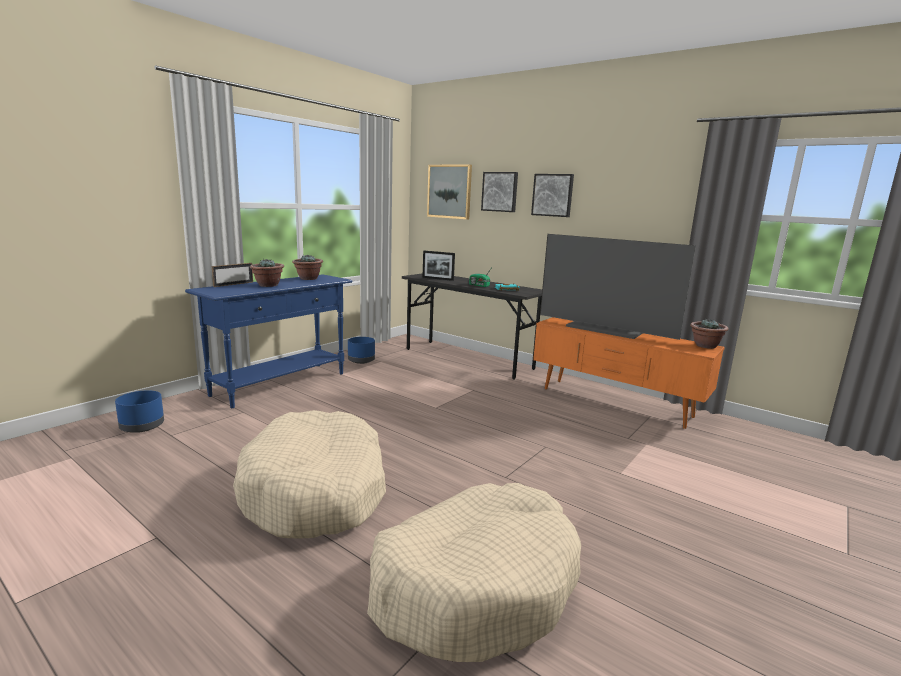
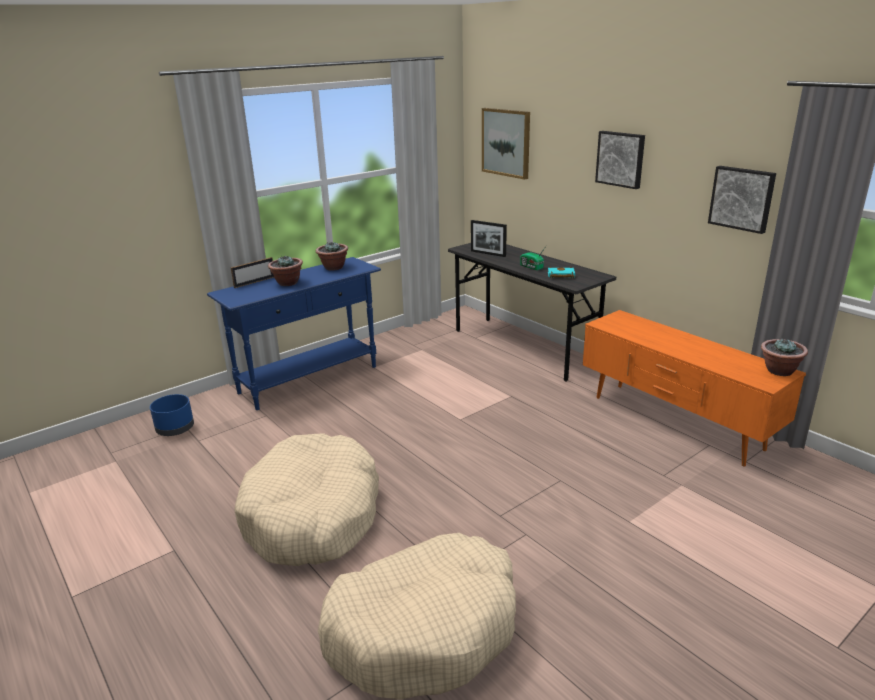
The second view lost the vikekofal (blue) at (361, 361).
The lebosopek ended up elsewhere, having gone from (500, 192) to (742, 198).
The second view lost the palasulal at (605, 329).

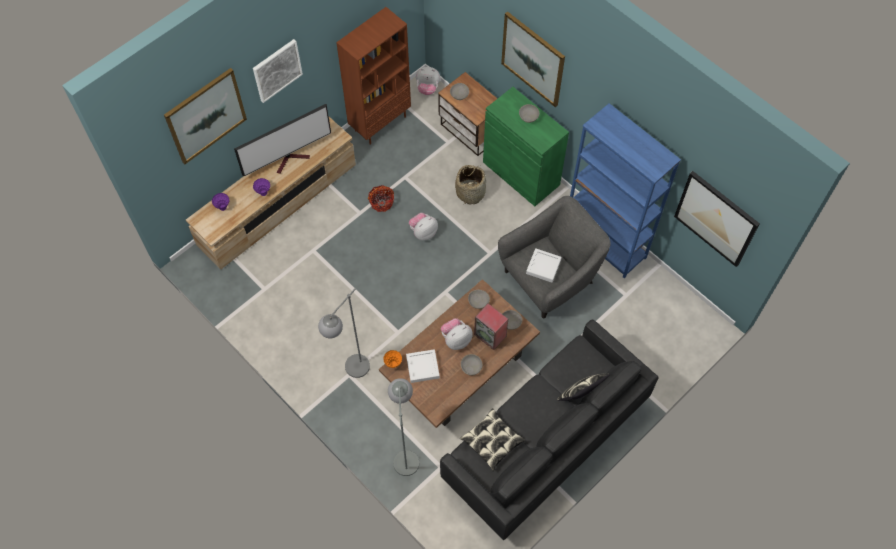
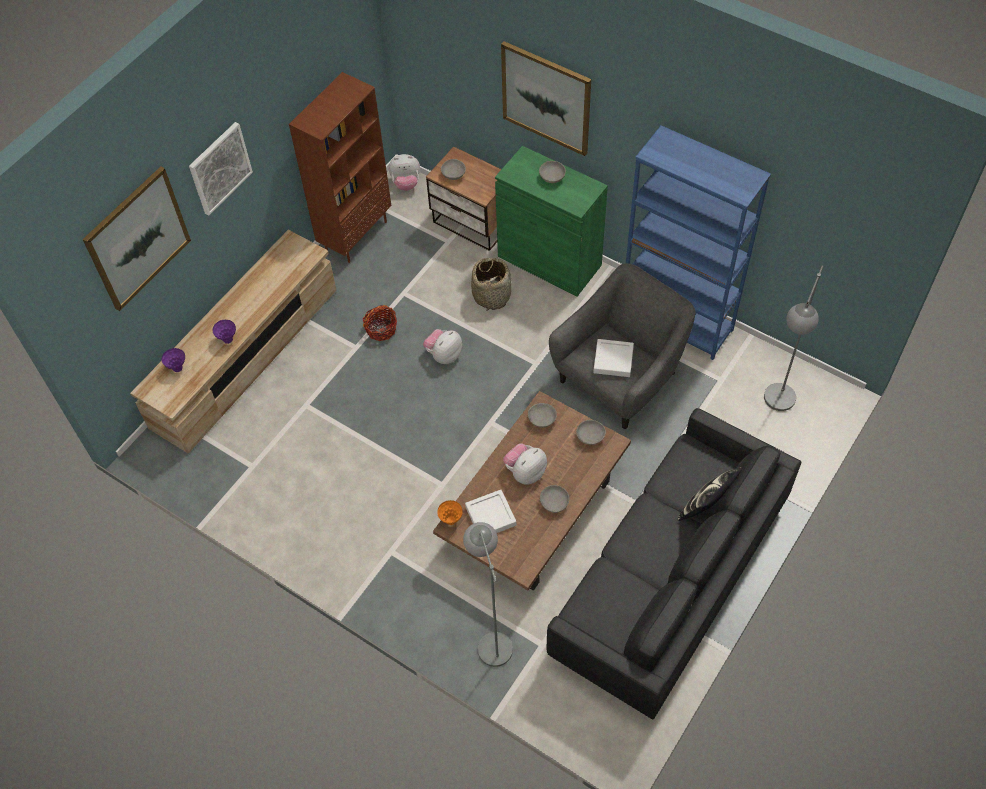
The second view lost the palasulal at (291, 159).
The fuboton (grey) ended up elsewhere, having gone from (351, 373) to (776, 406).
The second view lost the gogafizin at (492, 441).
The second view lost the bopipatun at (490, 335).
The second view lost the lebosopek at (716, 218).

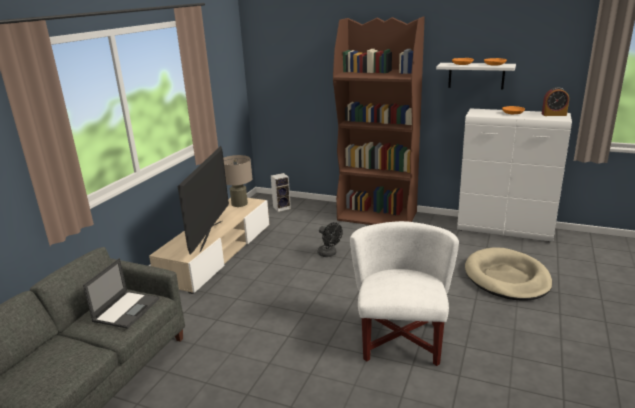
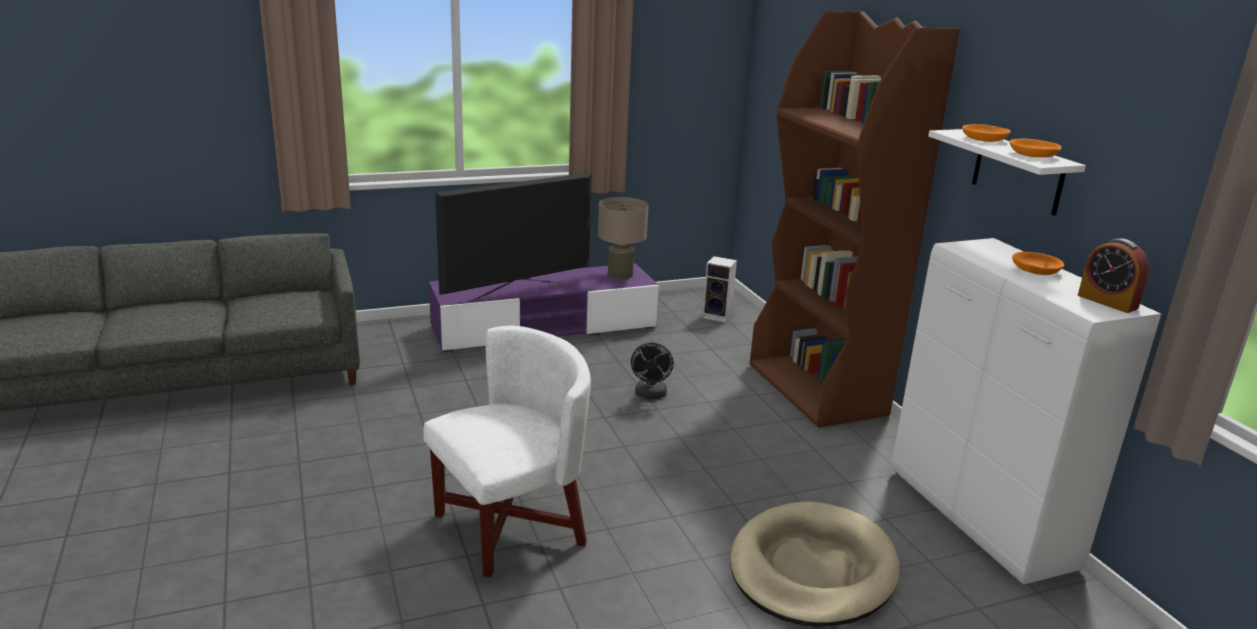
The second view lost the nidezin at (127, 309).
What was the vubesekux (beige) at (218, 253) turned into the vubesekux (purple) at (544, 327).

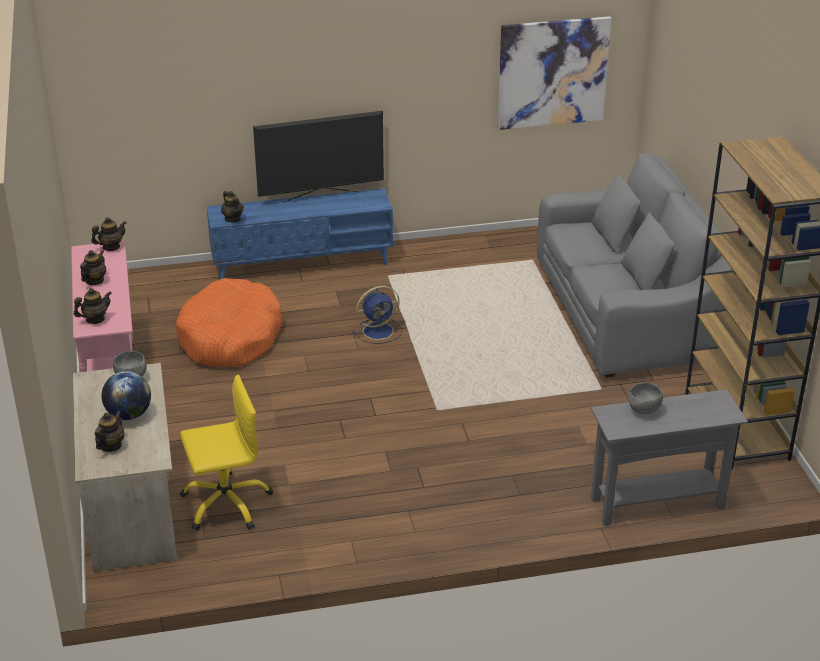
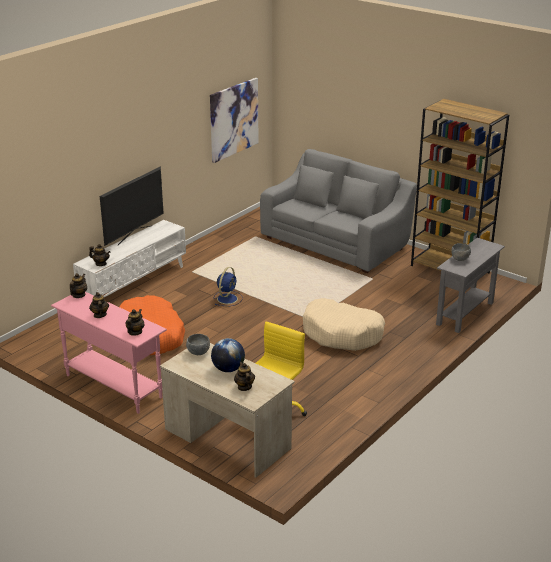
What was the vubesekux (blue) at (302, 263) turned into the vubesekux (white) at (134, 284).
The second view gained the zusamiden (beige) at (342, 334).

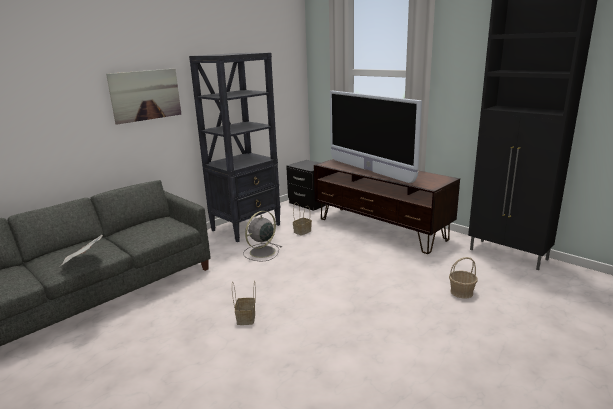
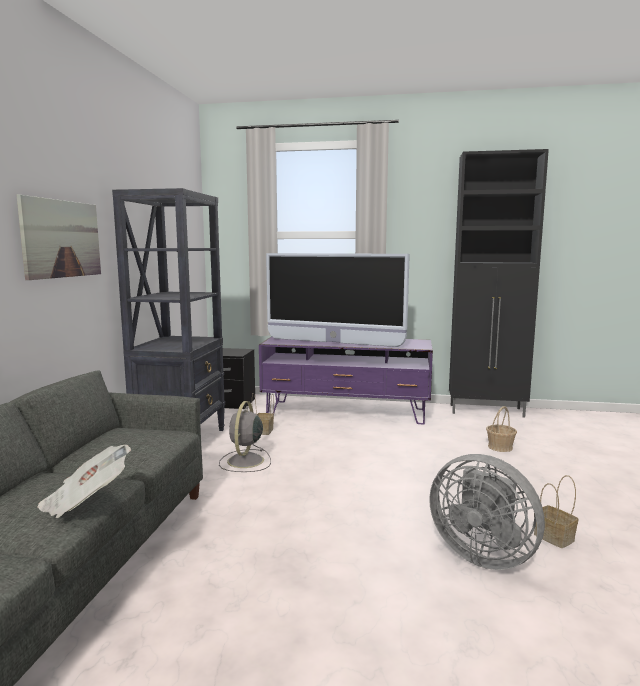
The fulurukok ended up elsewhere, having gone from (246, 319) to (555, 538).
What was the vubesekux (brown) at (380, 229) turned into the vubesekux (purple) at (346, 412).
The second view gained the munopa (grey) at (482, 554).

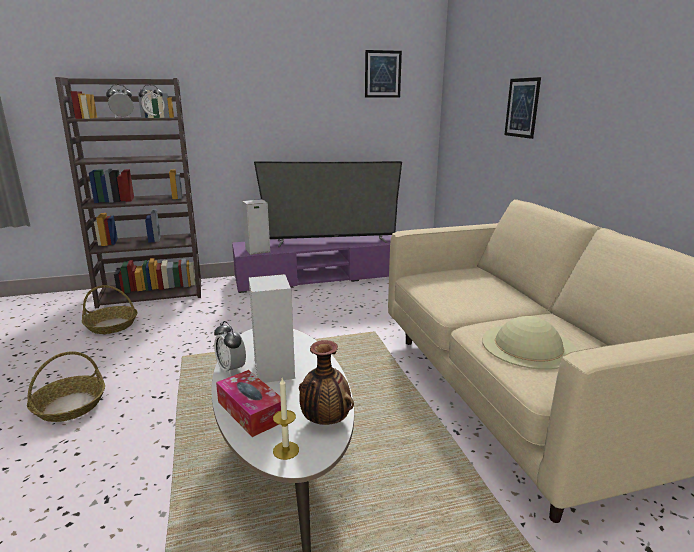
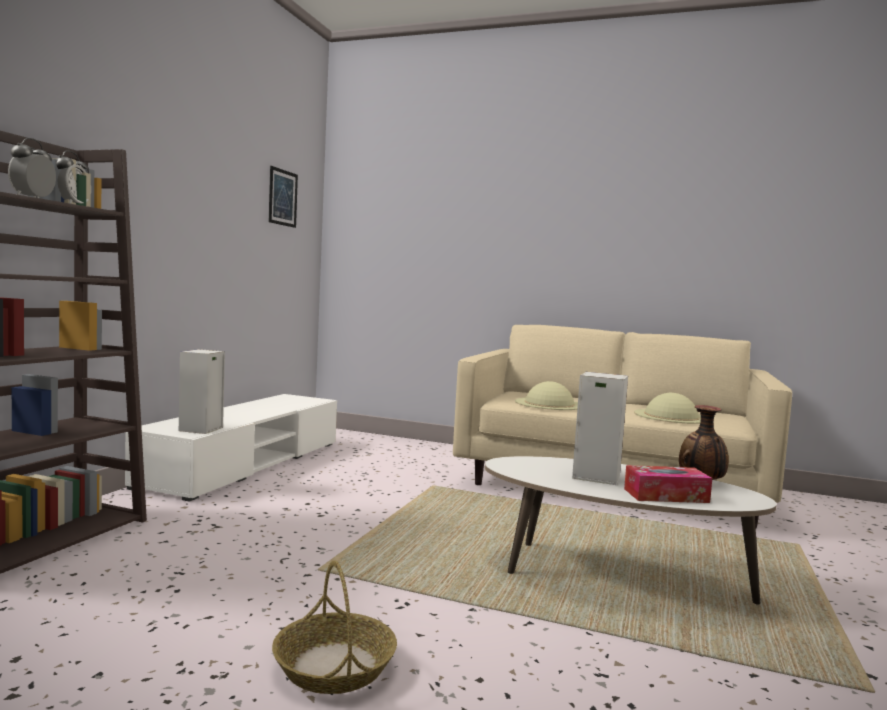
The second view lost the fulurukok at (112, 325).
The second view lost the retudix at (231, 369).
What was the vubesekux (purple) at (318, 277) turned into the vubesekux (white) at (246, 463).
The second view lost the palasulal at (331, 241).
The second view lost the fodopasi at (286, 450).
The second view lost the lebosopek at (522, 108).
The second view gained the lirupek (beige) at (549, 403).

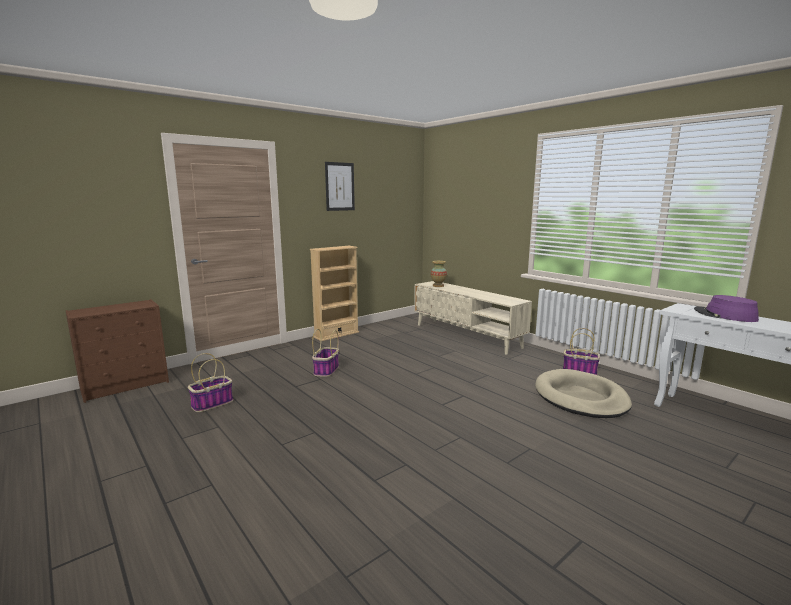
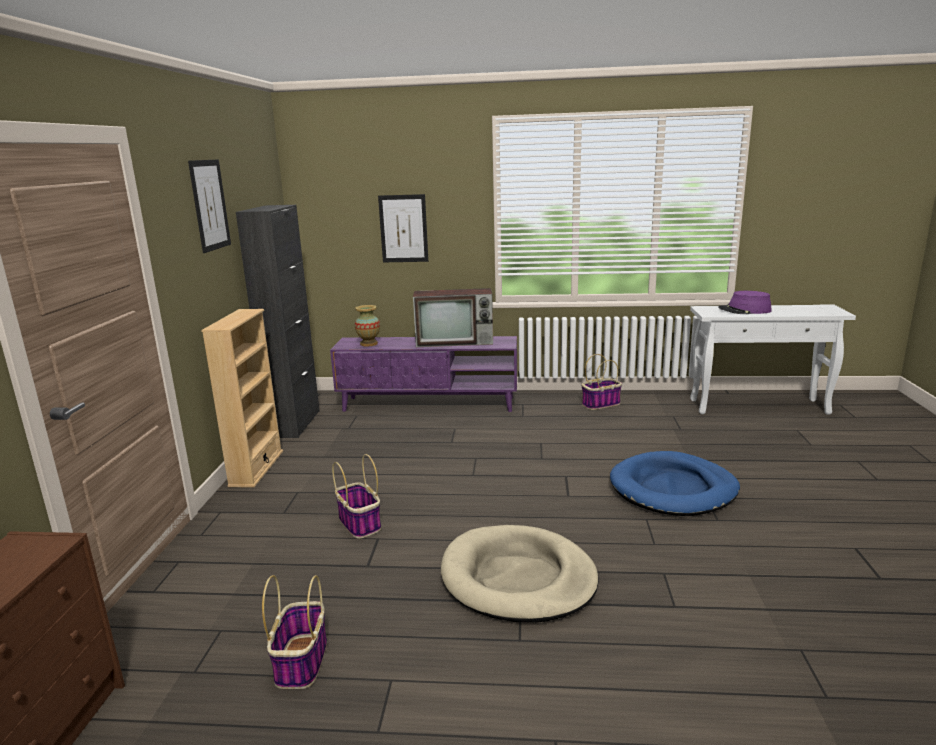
What was the vubesekux (beige) at (467, 335) turned into the vubesekux (purple) at (429, 404).
The zusamiden (beige) ended up elsewhere, having gone from (580, 397) to (518, 578).
The second view gained the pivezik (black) at (294, 424).
The second view gained the lebosopek at (403, 228).
The second view gained the palasulal at (456, 341).
The second view gained the zusamiden (blue) at (673, 489).

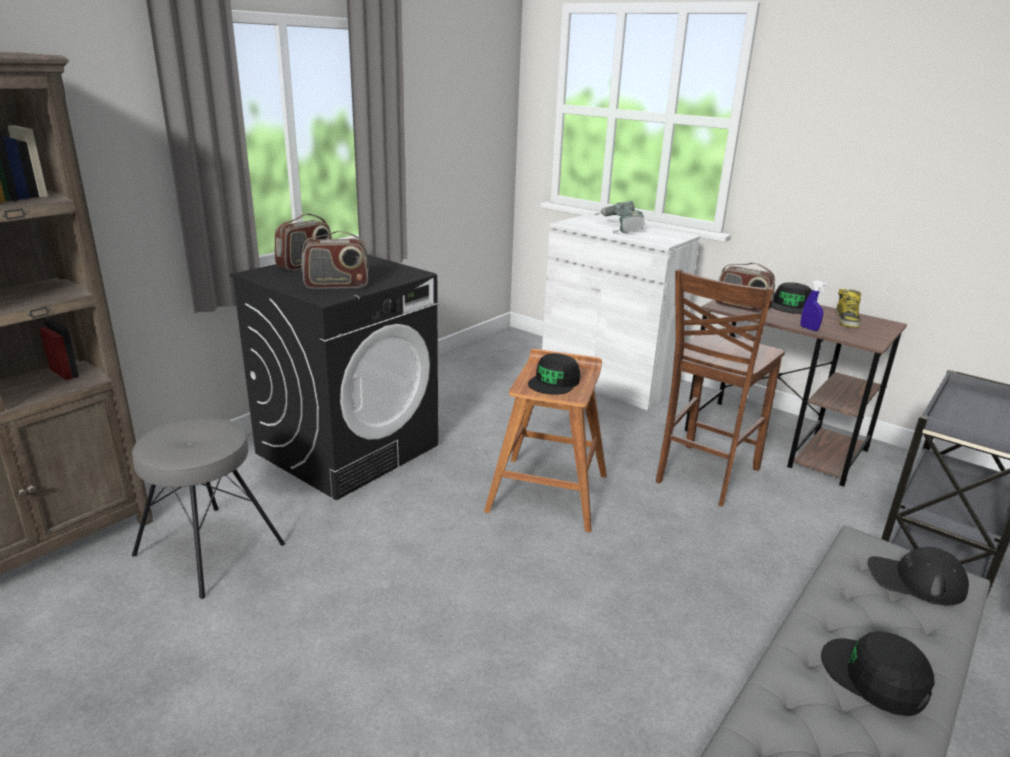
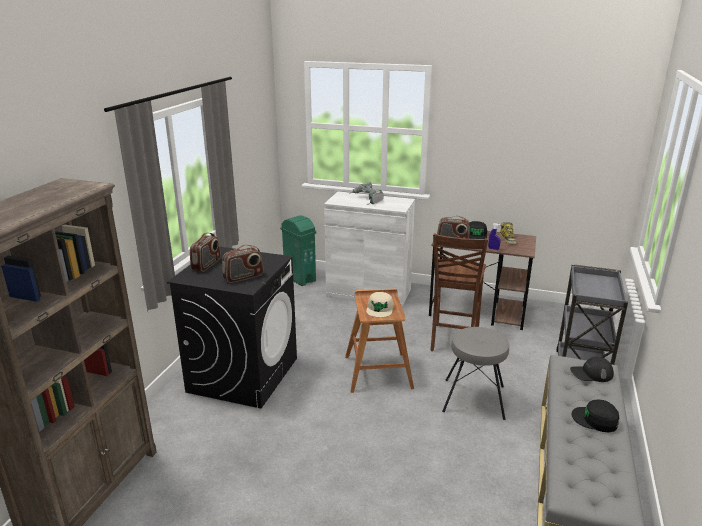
The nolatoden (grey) ended up elsewhere, having gone from (208, 550) to (474, 399).
What was the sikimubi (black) at (554, 382) turned into the sikimubi (beige) at (380, 309).
The second view gained the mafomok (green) at (300, 279).

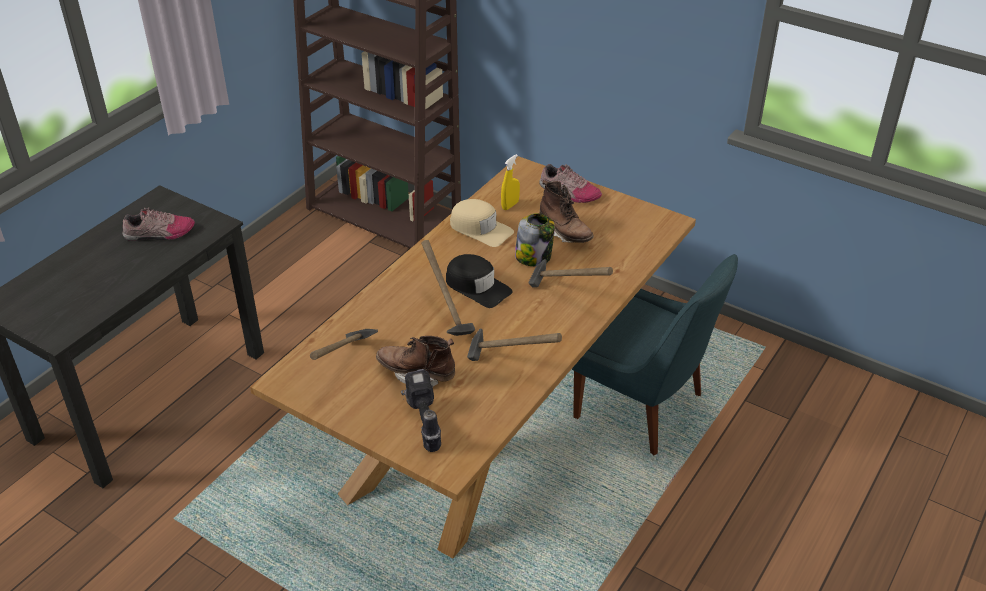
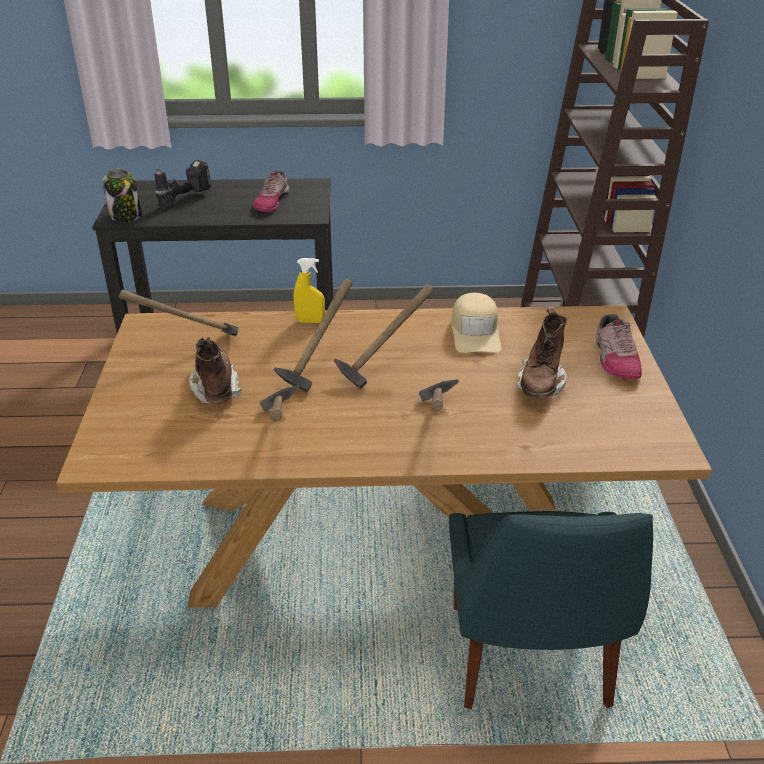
The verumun at (159, 233) ended up facing another way, 60 degrees clockwise from before.
The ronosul ended up elsewhere, having gone from (422, 424) to (184, 199).
Where the sikimubi (black) stood at (477, 286), the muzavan came to stand at (383, 367).
The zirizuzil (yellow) ended up elsewhere, having gone from (510, 205) to (310, 321).
The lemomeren ended up elsewhere, having gone from (534, 257) to (126, 216).

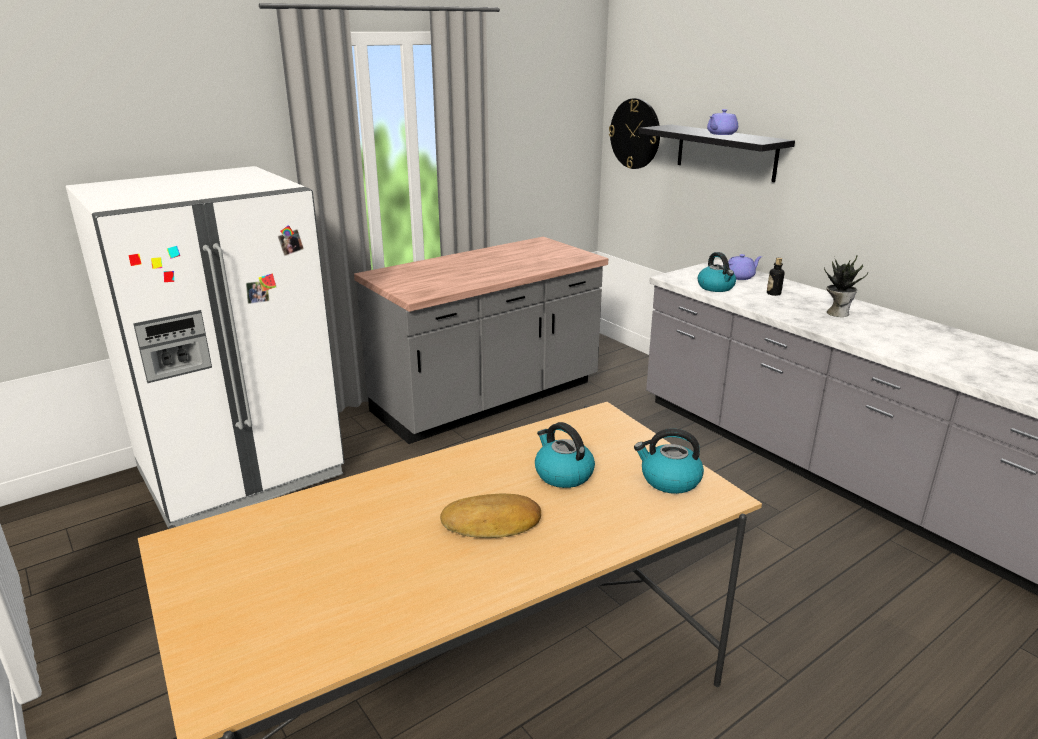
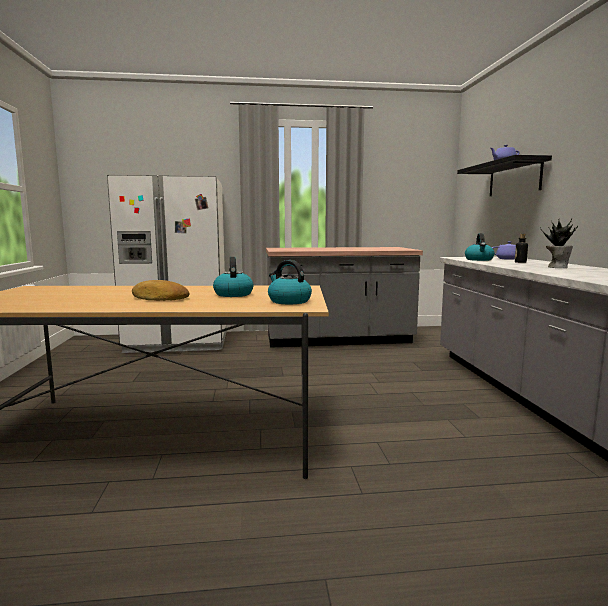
The second view lost the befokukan at (635, 134).

